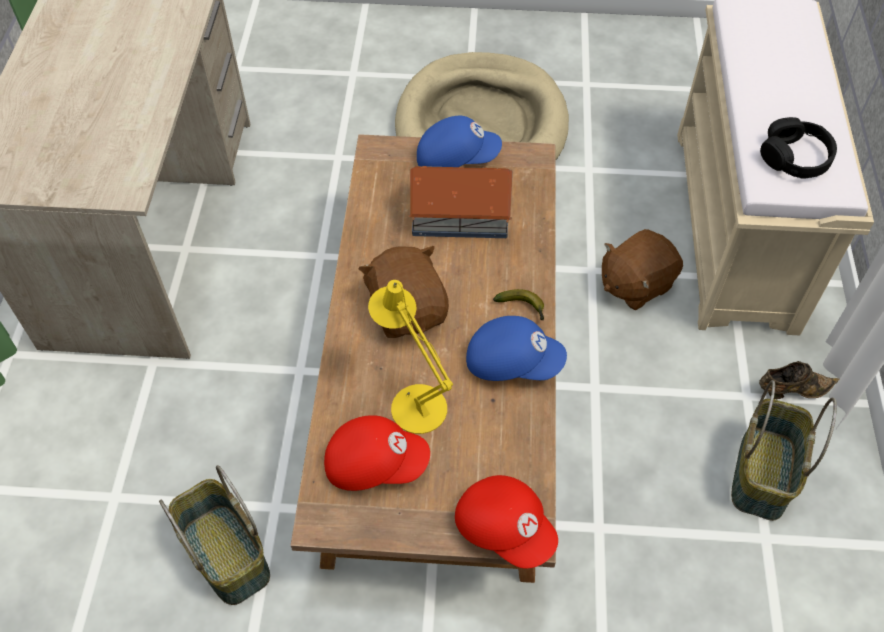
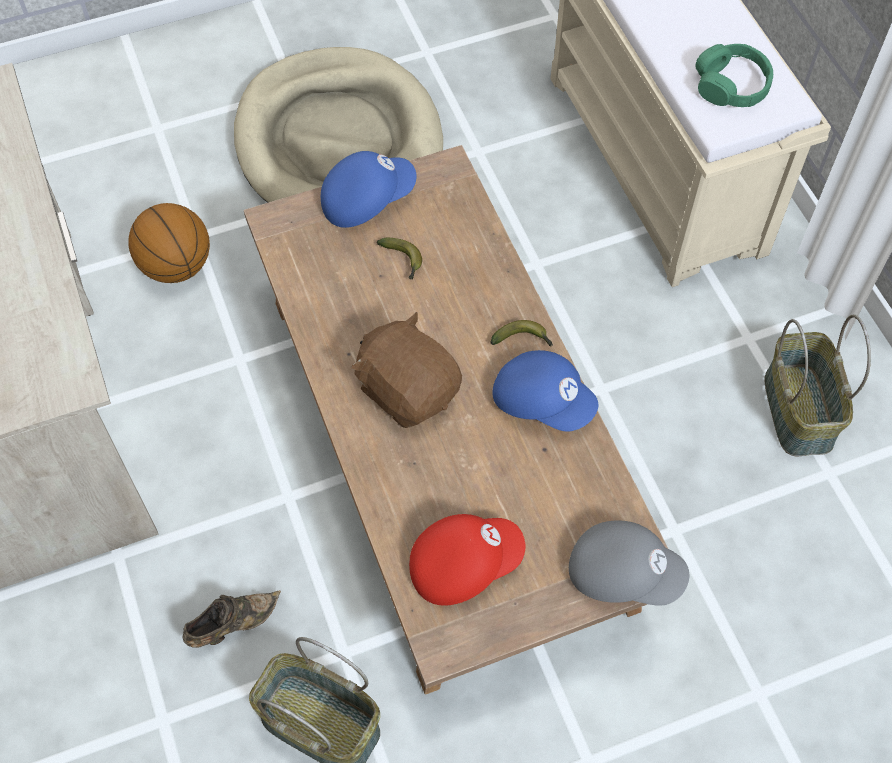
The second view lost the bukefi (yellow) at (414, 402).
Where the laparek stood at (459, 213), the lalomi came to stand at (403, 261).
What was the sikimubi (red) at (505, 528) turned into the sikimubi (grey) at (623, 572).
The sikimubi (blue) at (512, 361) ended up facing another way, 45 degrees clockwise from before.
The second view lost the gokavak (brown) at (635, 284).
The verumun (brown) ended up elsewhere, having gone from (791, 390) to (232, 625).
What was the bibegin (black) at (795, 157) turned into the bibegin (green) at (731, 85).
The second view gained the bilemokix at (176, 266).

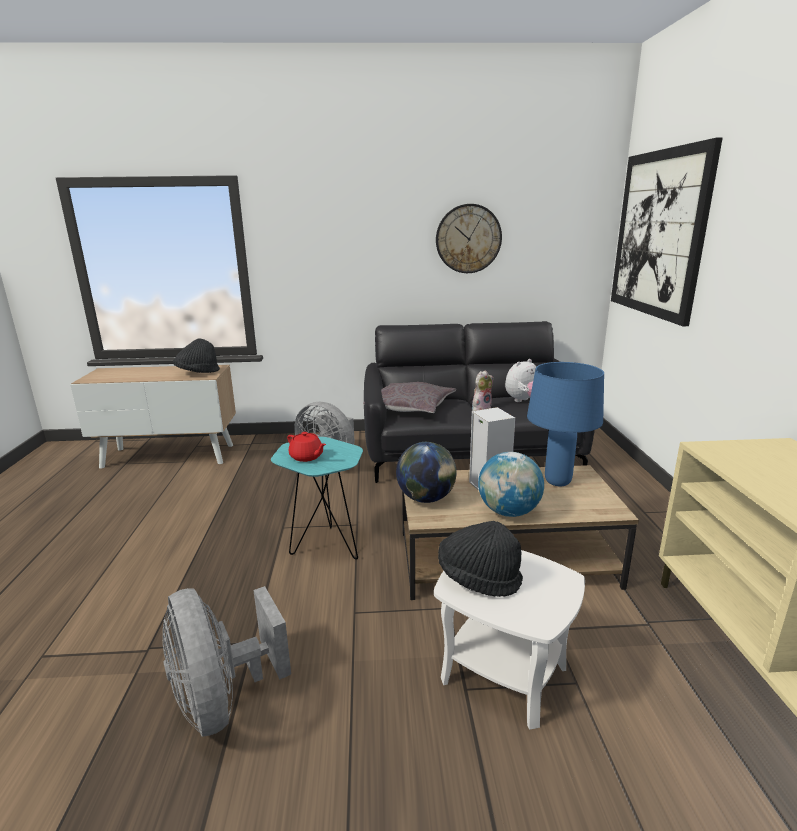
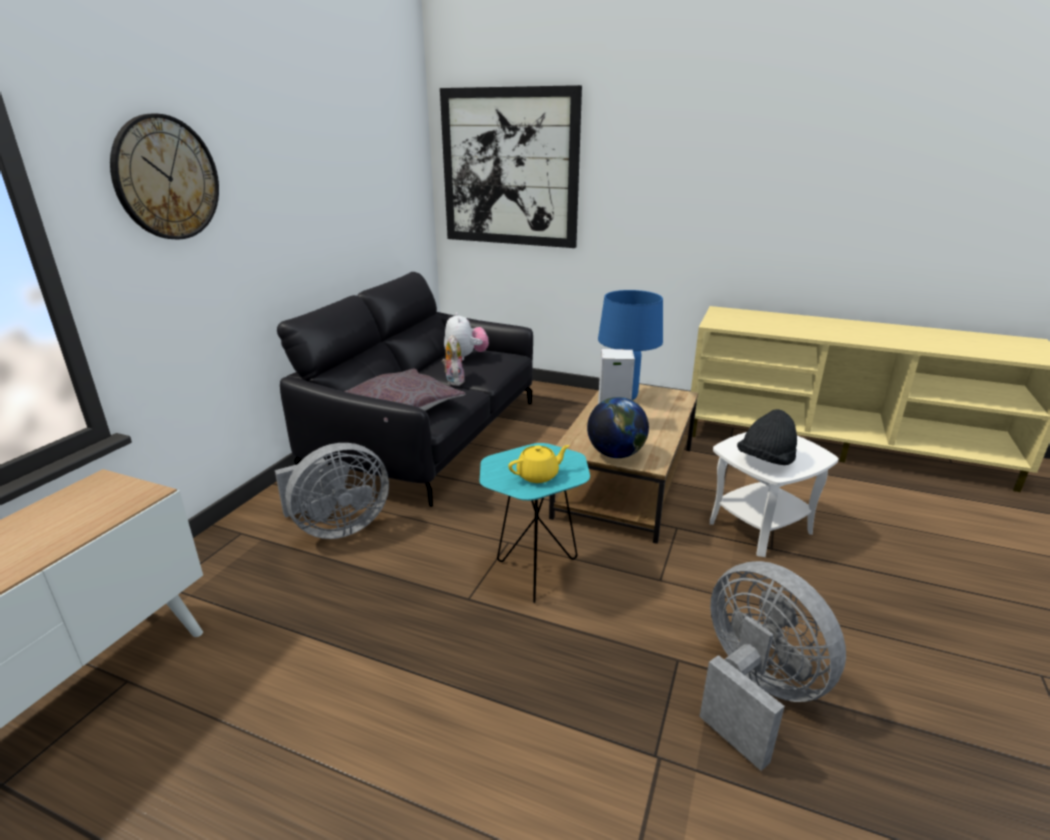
The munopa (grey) at (223, 699) ended up facing another way, 120 degrees counterclockwise from before.
The second view lost the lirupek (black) at (197, 373).
What was the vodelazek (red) at (307, 457) turned into the vodelazek (yellow) at (538, 475).
The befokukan ended up elsewhere, having gone from (468, 239) to (166, 178).
The second view lost the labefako at (508, 512).

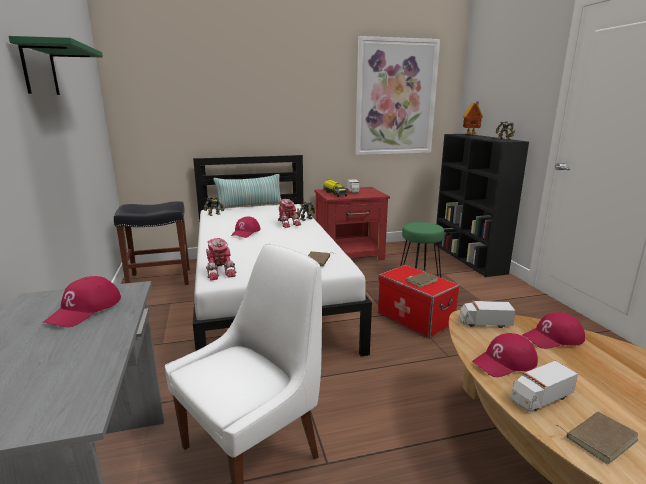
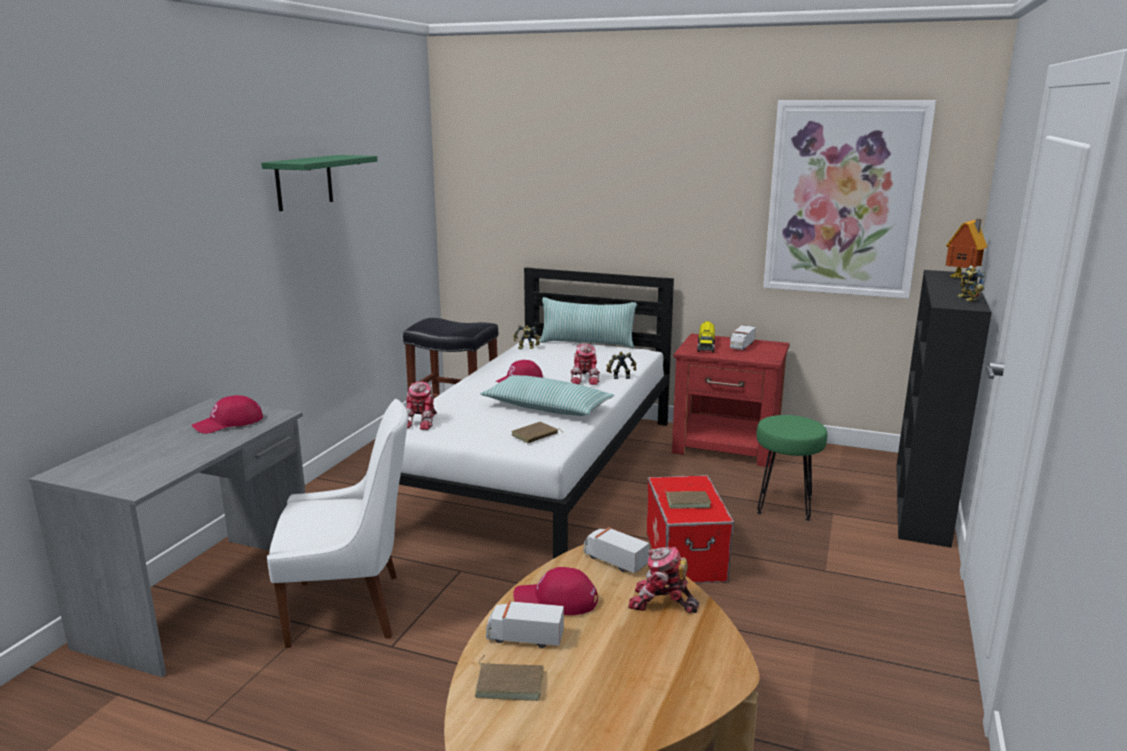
Where the sikimubi (red) stood at (553, 338), the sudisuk came to stand at (661, 603).
The second view gained the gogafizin at (547, 408).

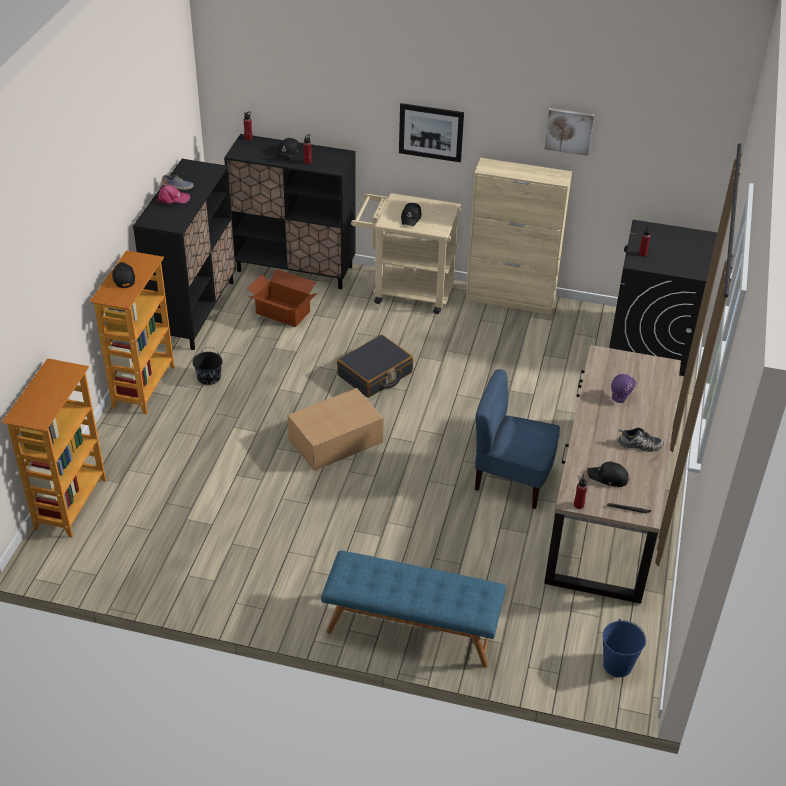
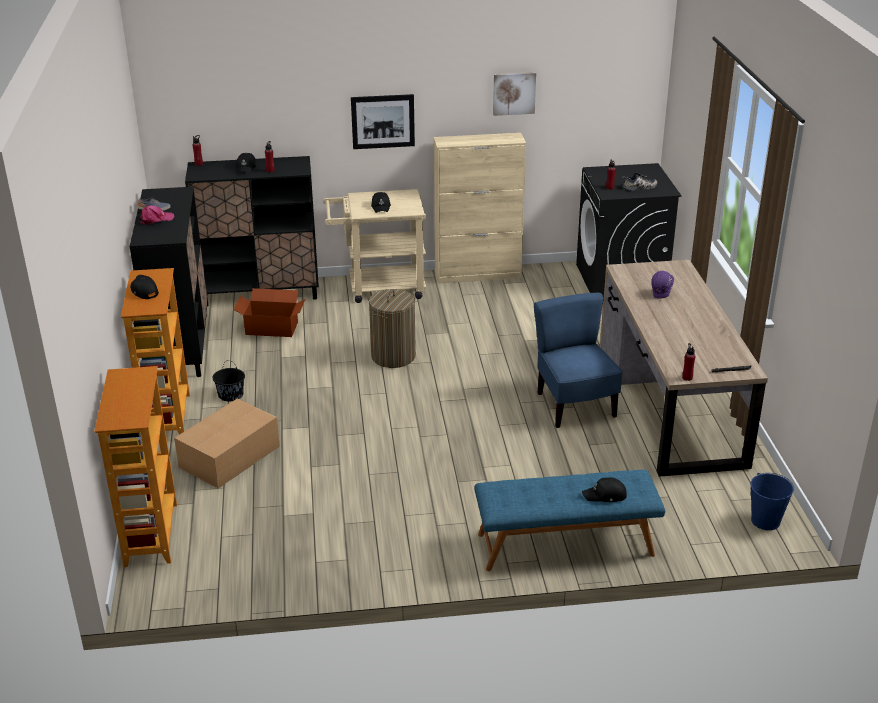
The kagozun ended up elsewhere, having gone from (334, 440) to (228, 457).
Where the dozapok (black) stood at (375, 374), the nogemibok came to stand at (393, 356).
The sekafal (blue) at (512, 479) ended up facing another way, 75 degrees clockwise from before.
The sikimubi (black) ended up elsewhere, having gone from (608, 478) to (605, 495).
The verumun ended up elsewhere, having gone from (639, 445) to (639, 187).

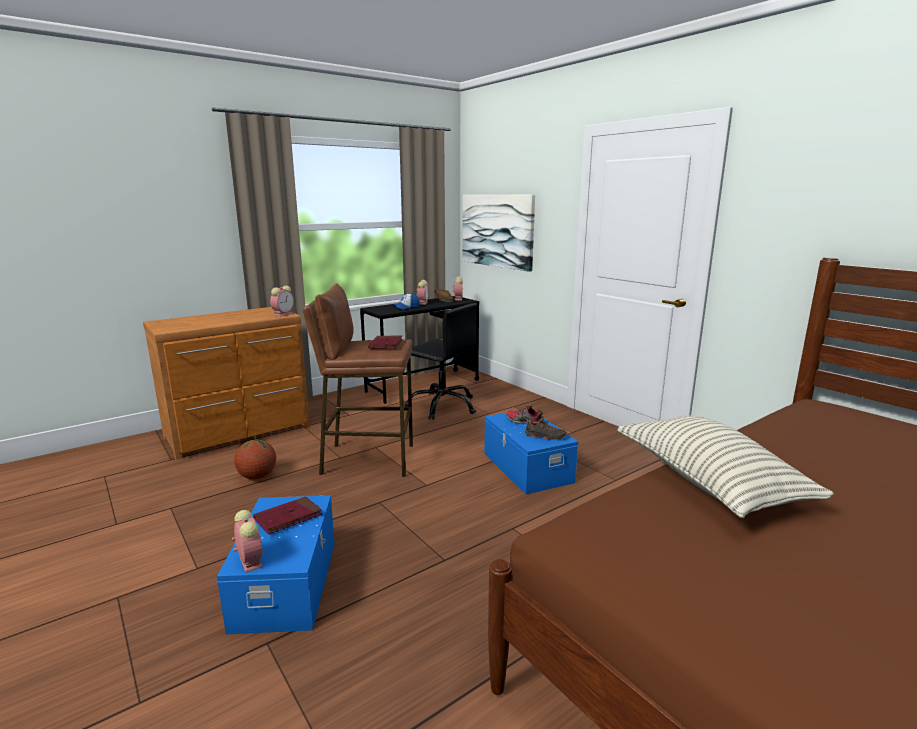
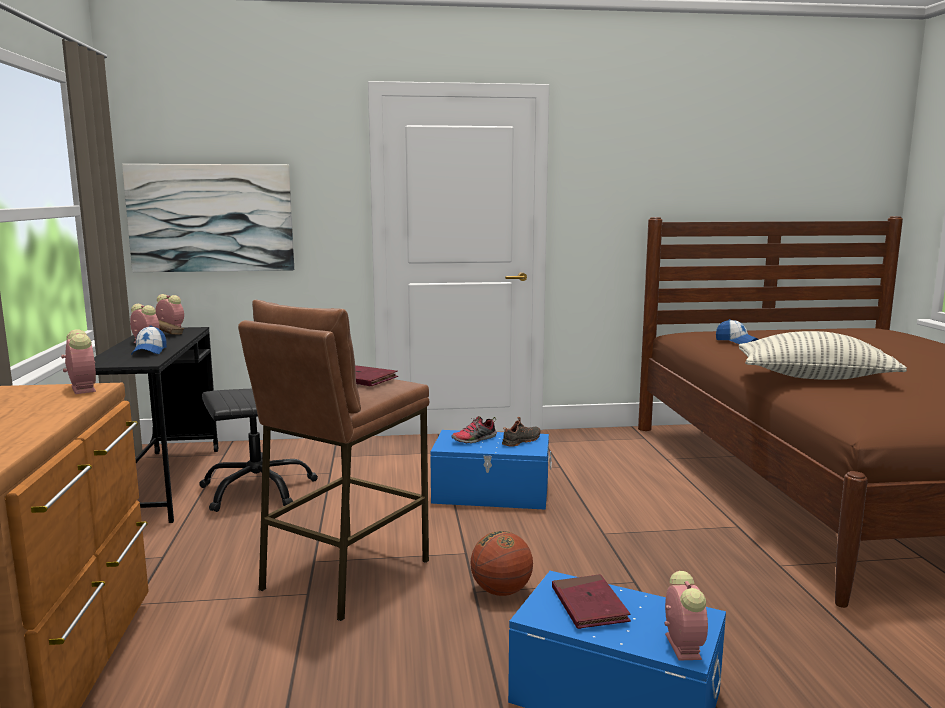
The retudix at (249, 560) ended up facing another way, 90 degrees clockwise from before.
The bilemokix ended up elsewhere, having gone from (257, 476) to (501, 591).
The second view gained the sikimubi at (736, 341).

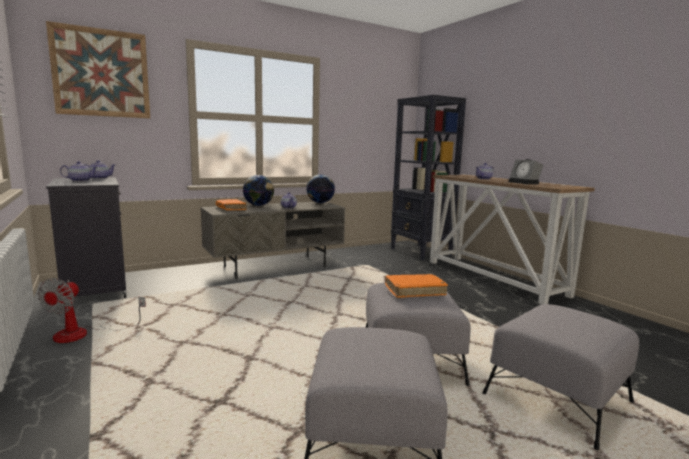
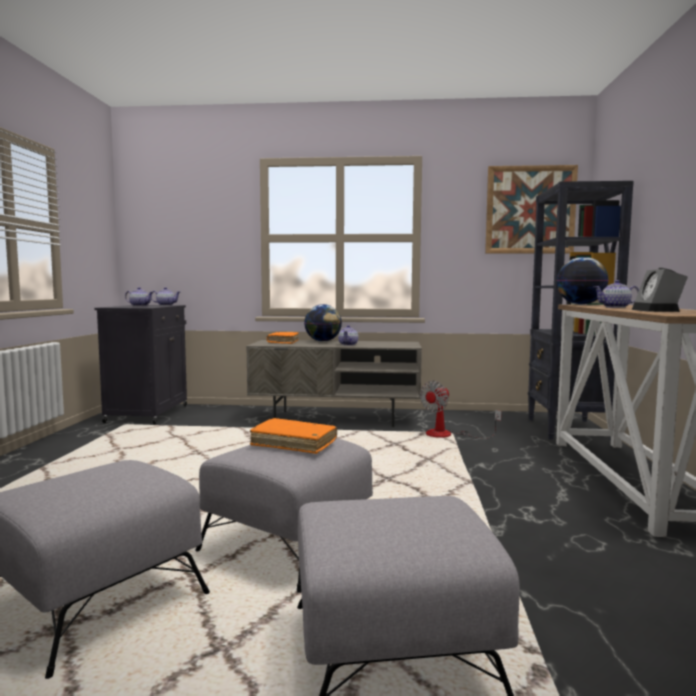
The munopa ended up elsewhere, having gone from (83, 334) to (448, 435).
The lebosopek ended up elsewhere, having gone from (101, 73) to (530, 210).
The labefako ended up elsewhere, having gone from (320, 202) to (580, 304).

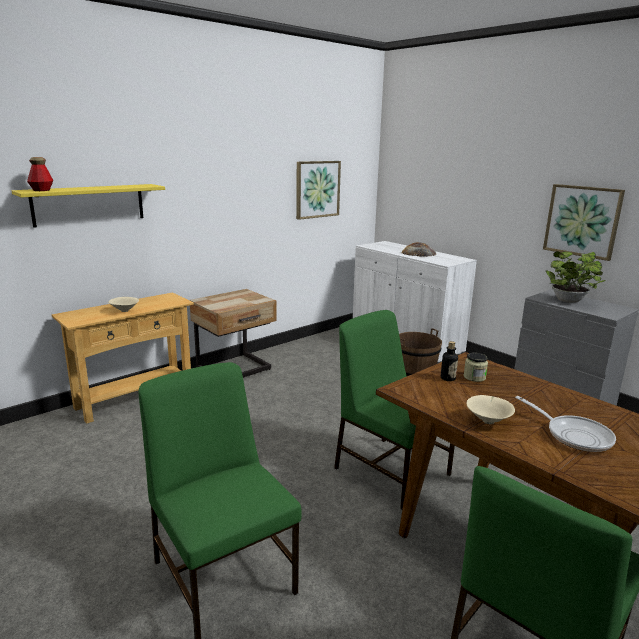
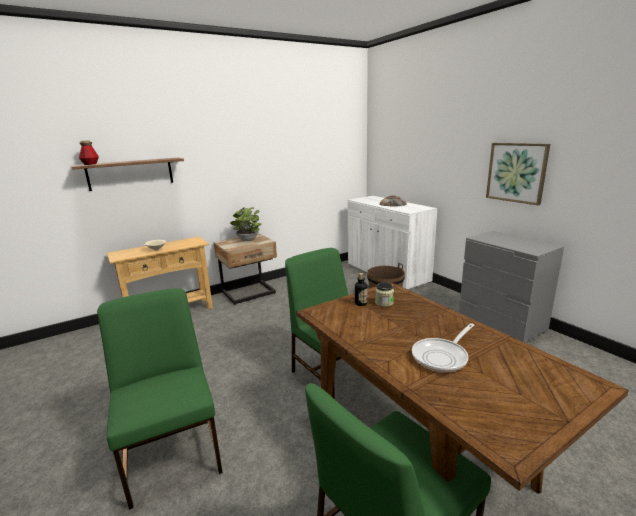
What was the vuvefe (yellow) at (89, 204) turned into the vuvefe (brown) at (130, 173).
The second view lost the lebosopek at (317, 189).
The second view lost the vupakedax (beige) at (488, 421).
The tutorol at (574, 435) ended up facing another way, 75 degrees clockwise from before.
The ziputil ended up elsewhere, having gone from (570, 301) to (247, 240).

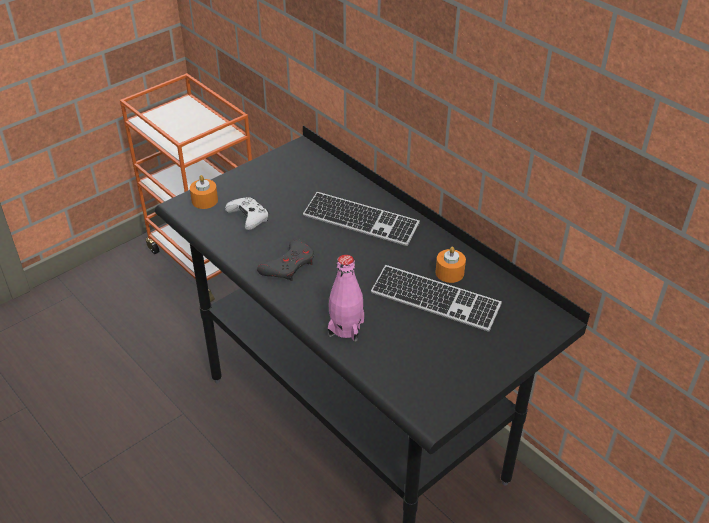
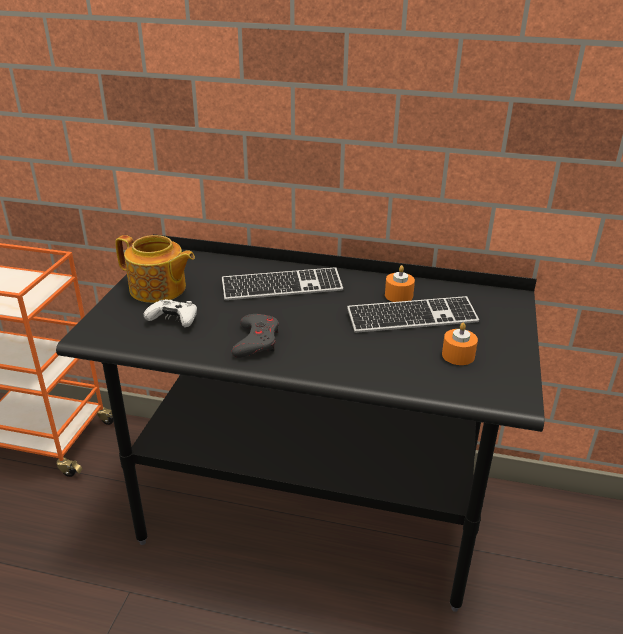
The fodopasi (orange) ended up elsewhere, having gone from (204, 200) to (458, 355).
The second view lost the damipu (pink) at (346, 328).
The second view gained the vodelazek at (158, 289).

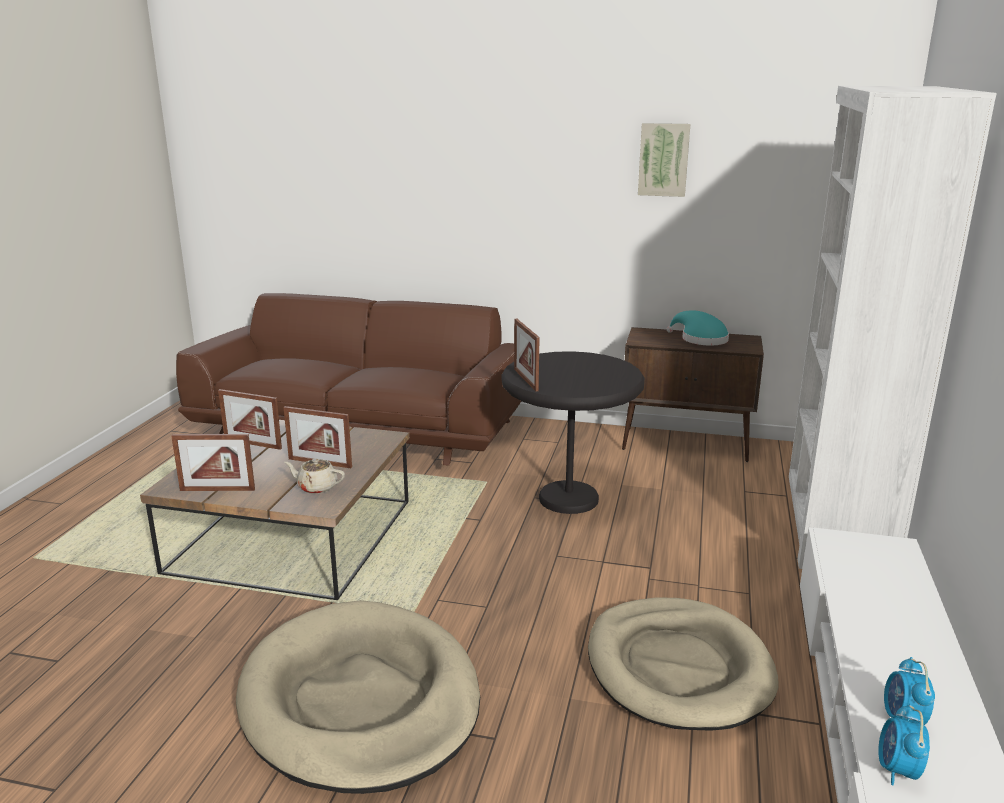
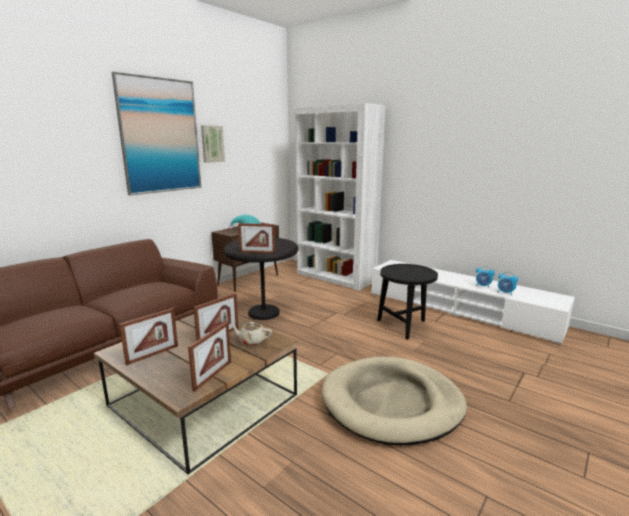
The vodelazek (beige) at (316, 487) ended up facing another way, 60 degrees clockwise from before.
Where the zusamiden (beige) stood at (678, 668), the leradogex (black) came to stand at (404, 326).
The second view gained the lebosopek at (160, 136).

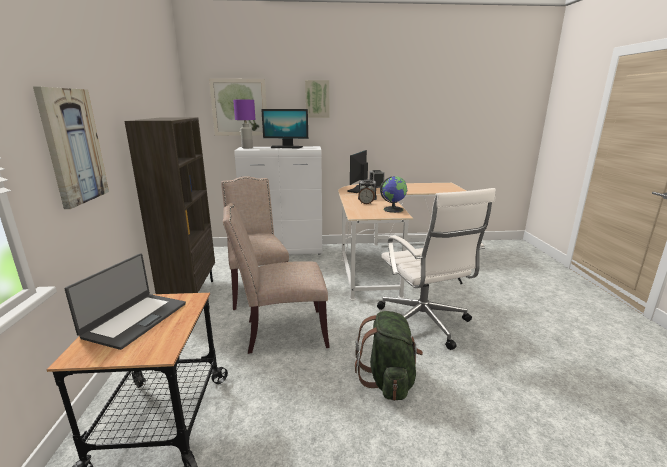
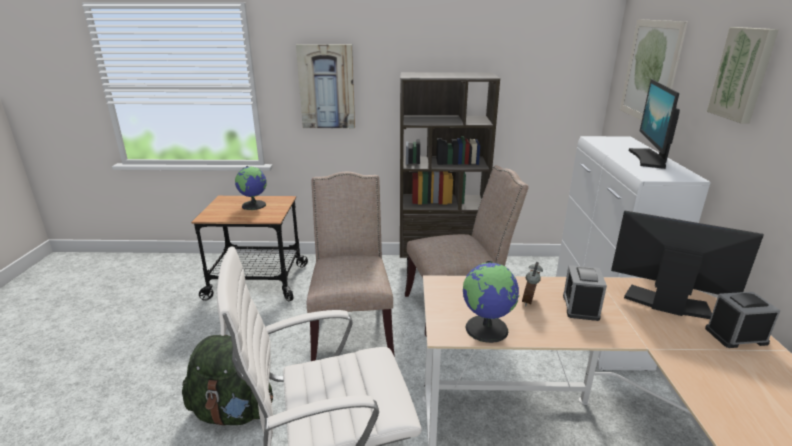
Where the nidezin stood at (135, 320), the labefako came to stand at (254, 205).
The second view lost the bukefi (purple) at (247, 148).

